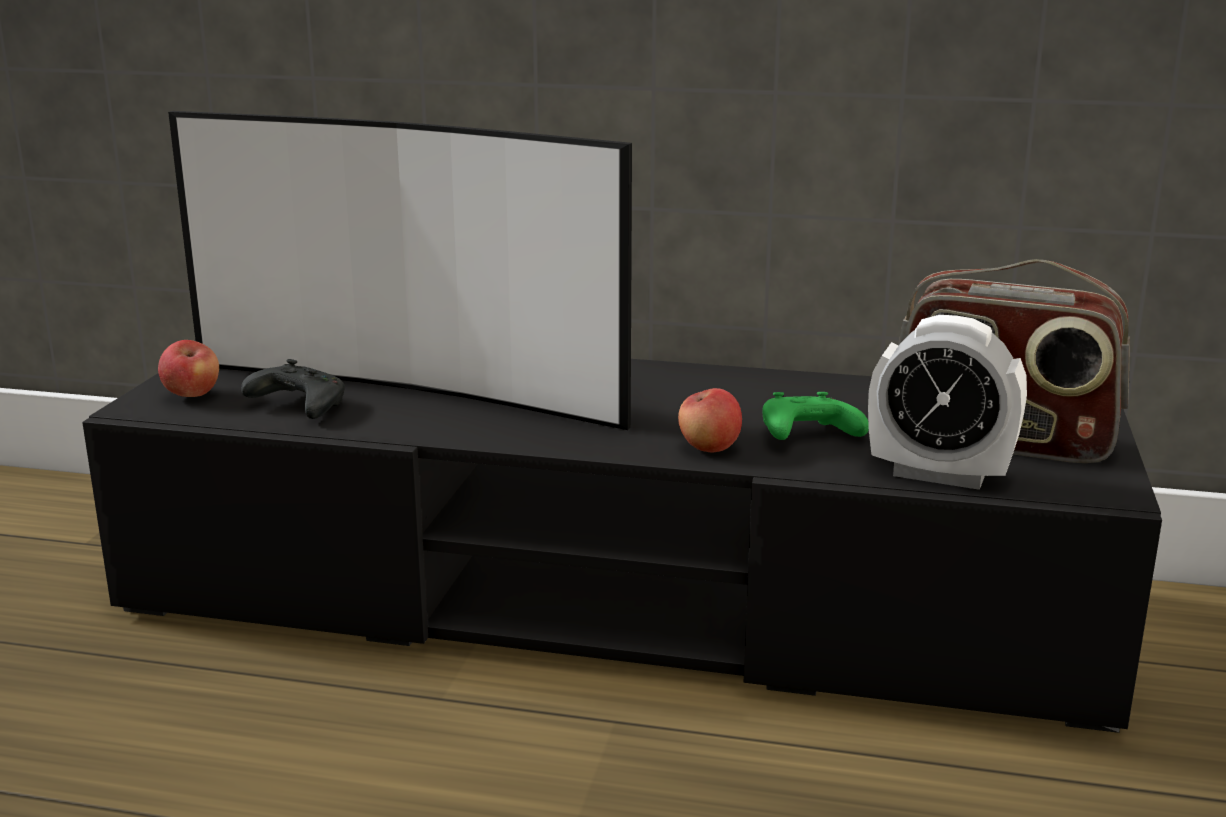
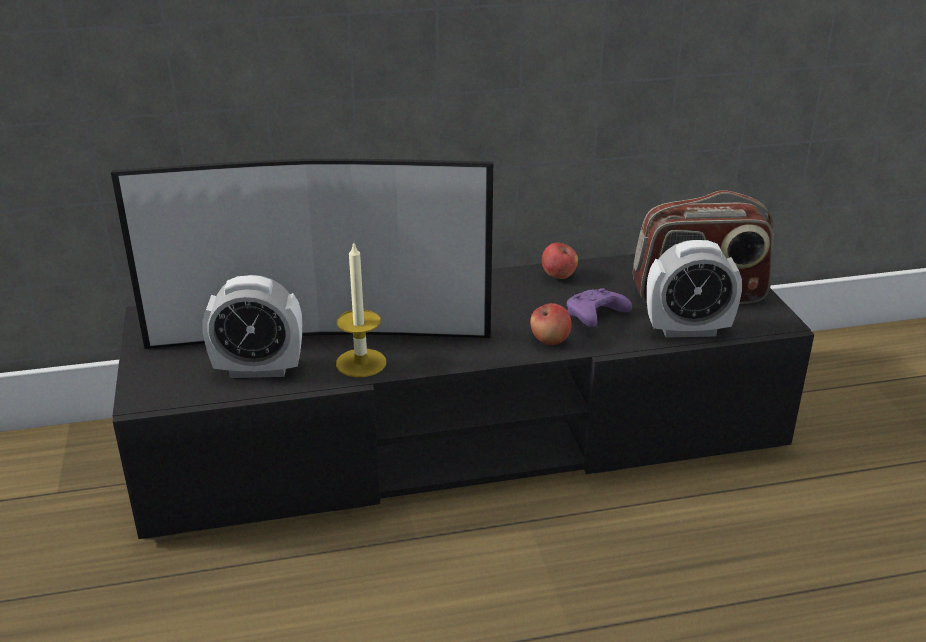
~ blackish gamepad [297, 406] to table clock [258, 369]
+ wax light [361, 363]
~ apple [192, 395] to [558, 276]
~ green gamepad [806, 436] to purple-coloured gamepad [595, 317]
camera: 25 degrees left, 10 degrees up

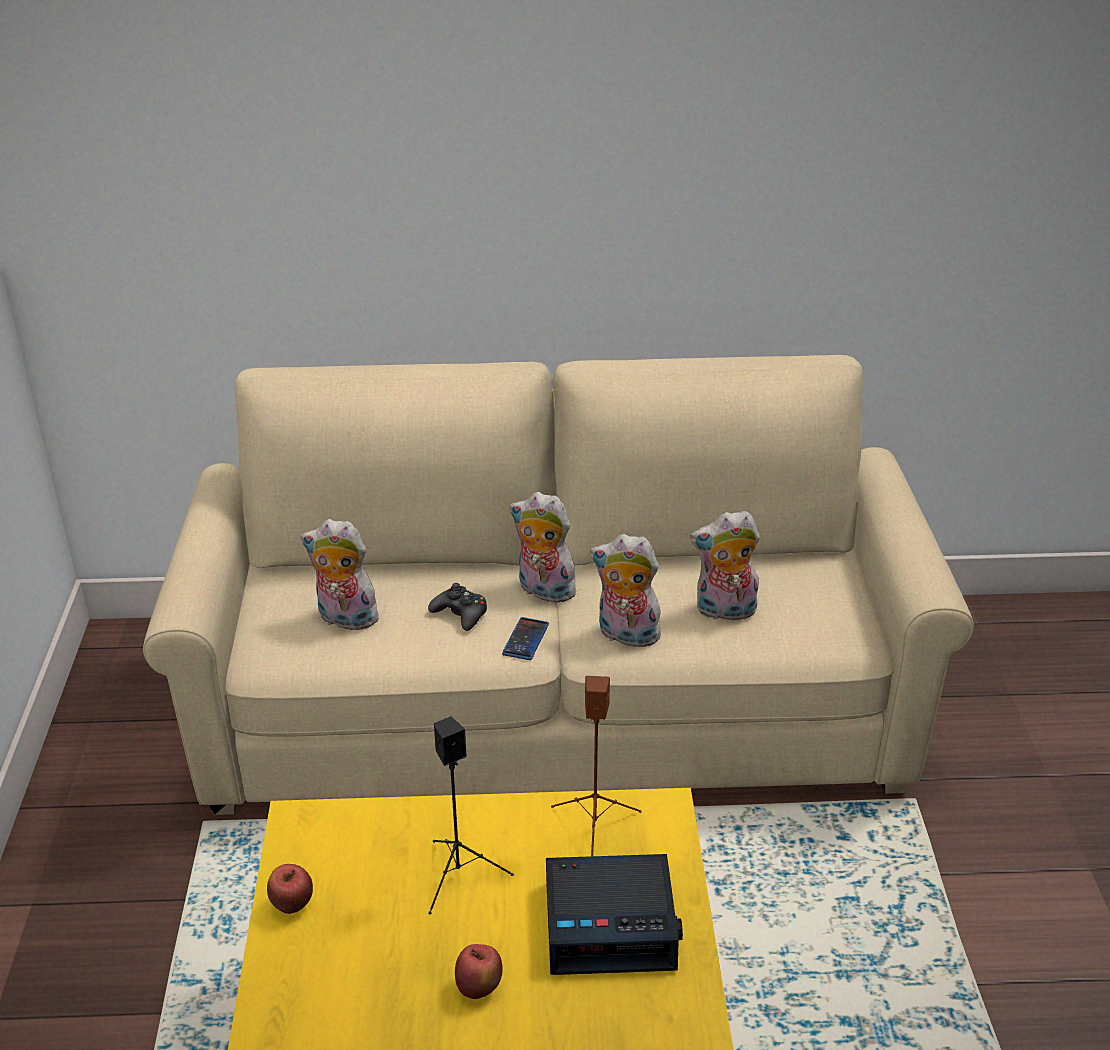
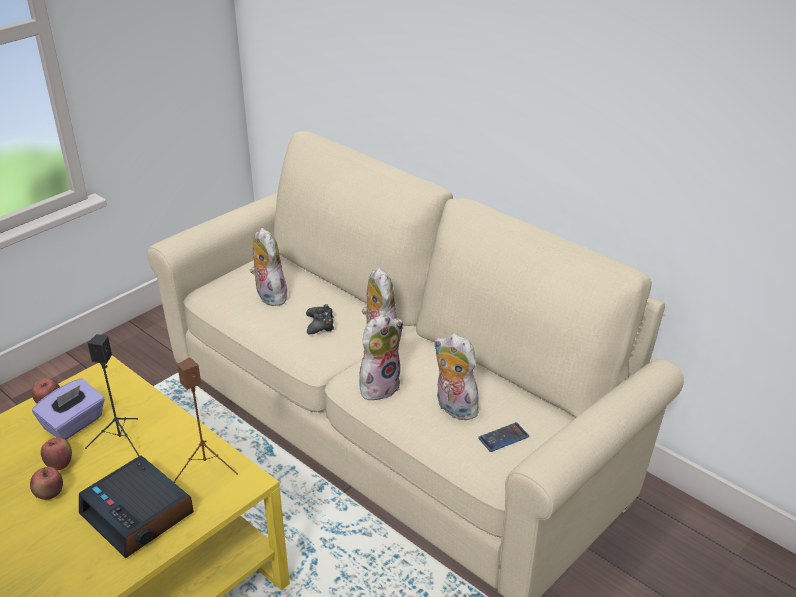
+ purple-coloured tissue box [74, 424]
+ apple [60, 465]
~ plush toy [625, 635] = [379, 386] 75 degrees clockwise
~ handset [525, 639] to [503, 437]
camera: 45 degrees right, 0 degrees up

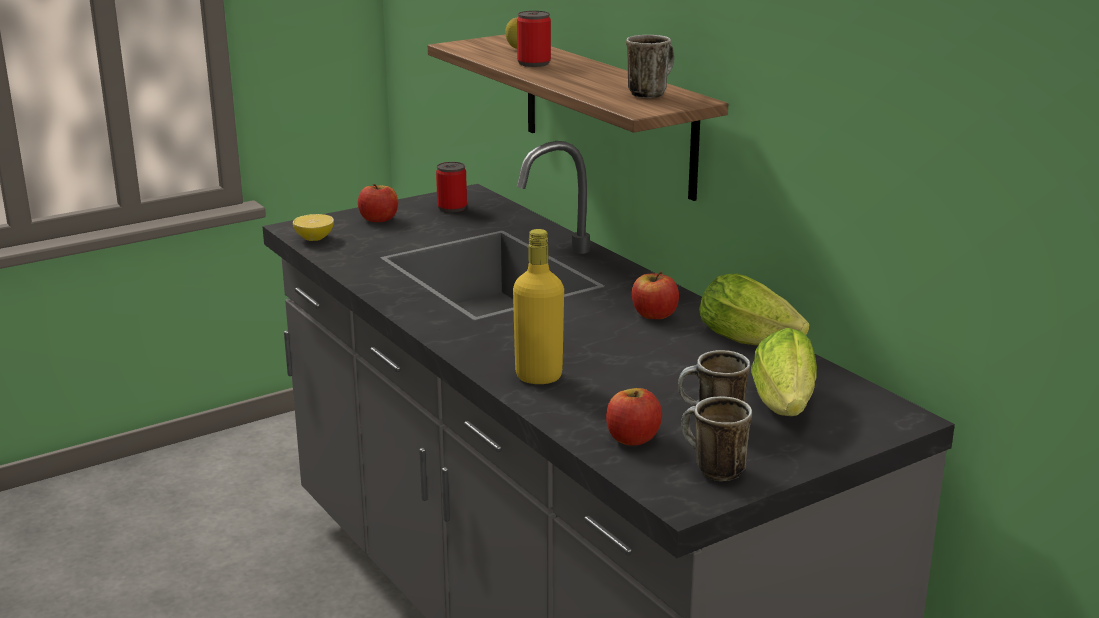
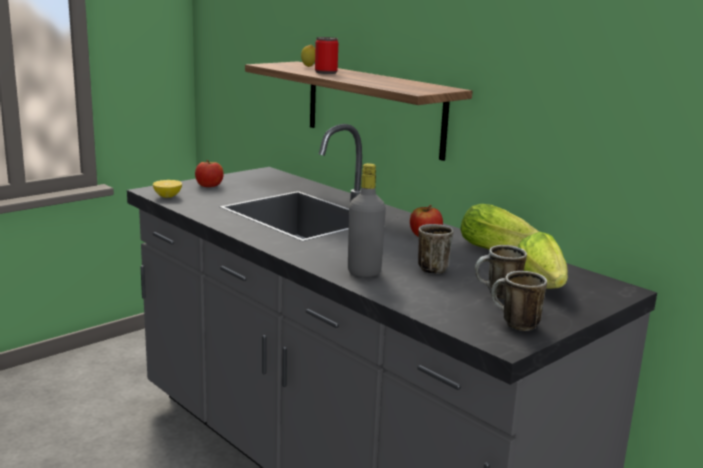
~ yellowish beverage bottle [538, 376] to gray beverage bottle [364, 272]
~ mug [650, 93] to [434, 268]
- metal can [452, 208]
- apple [632, 438]
camera: 10 degrees left, 5 degrees down

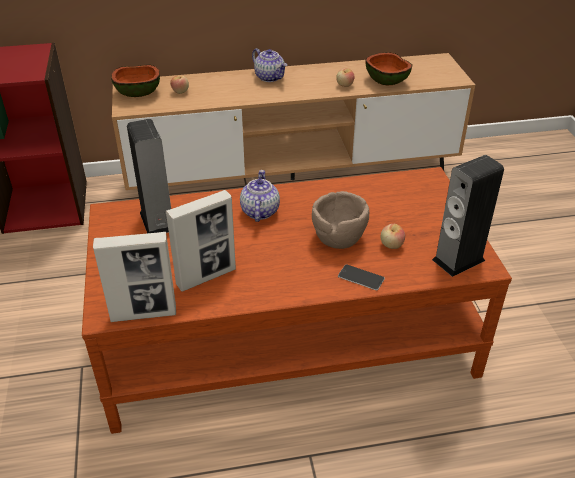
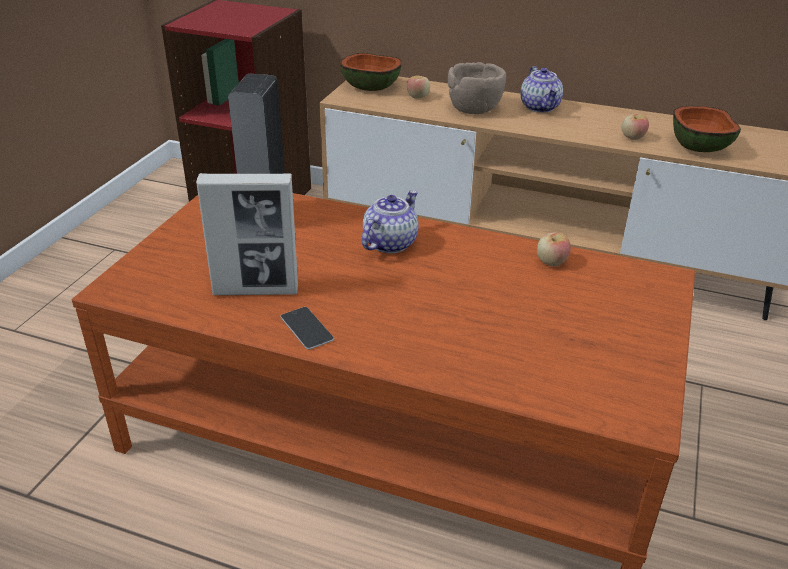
~ handset [361, 277] to [306, 328]
~ brown-coloured bowl [339, 237] to [474, 108]
~ apple [391, 245] to [551, 262]
- picture frame [144, 314]
- speaker [458, 260]
camera: 30 degrees right, 5 degrees down

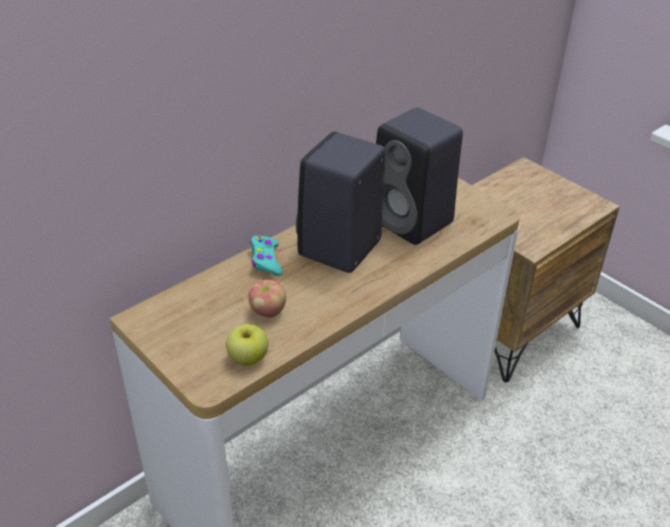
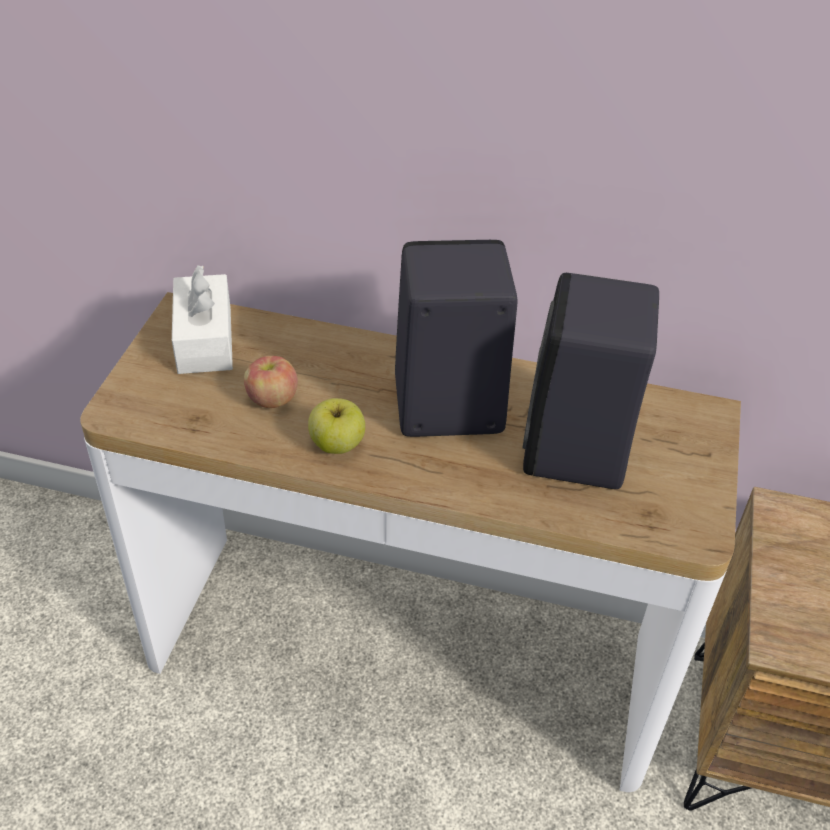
+ white-coloured tissue box [205, 340]
~ apple [248, 358] to [337, 444]
- turquoise-coloured gamepad [266, 260]
camera: 55 degrees right, 5 degrees up

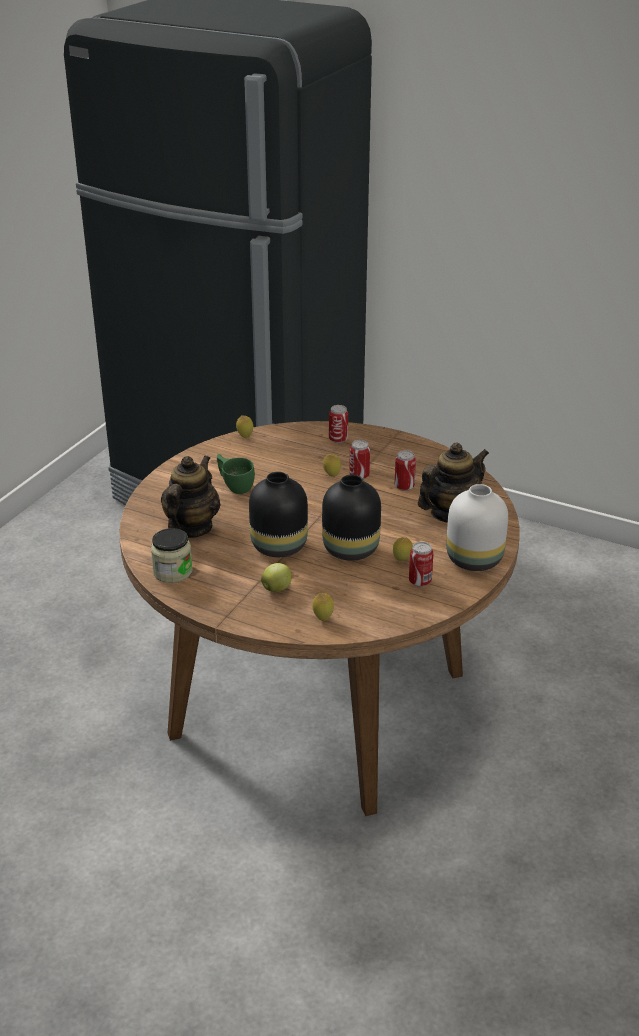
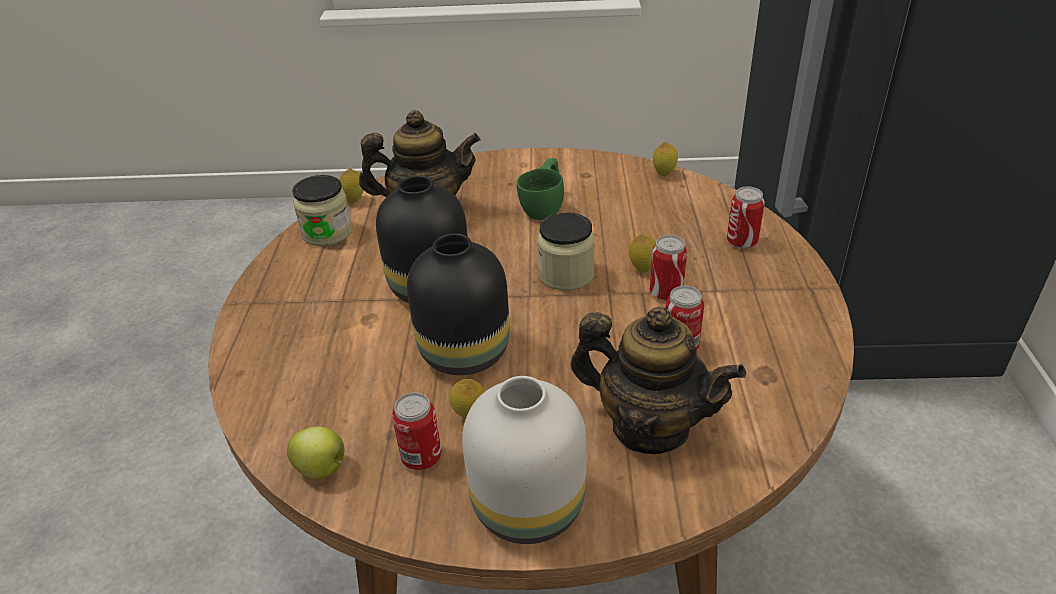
~ apple [277, 588] to [323, 469]
~ lemon [323, 618] to [354, 200]
+ jar [566, 275]
camera: 65 degrees right, 5 degrees up

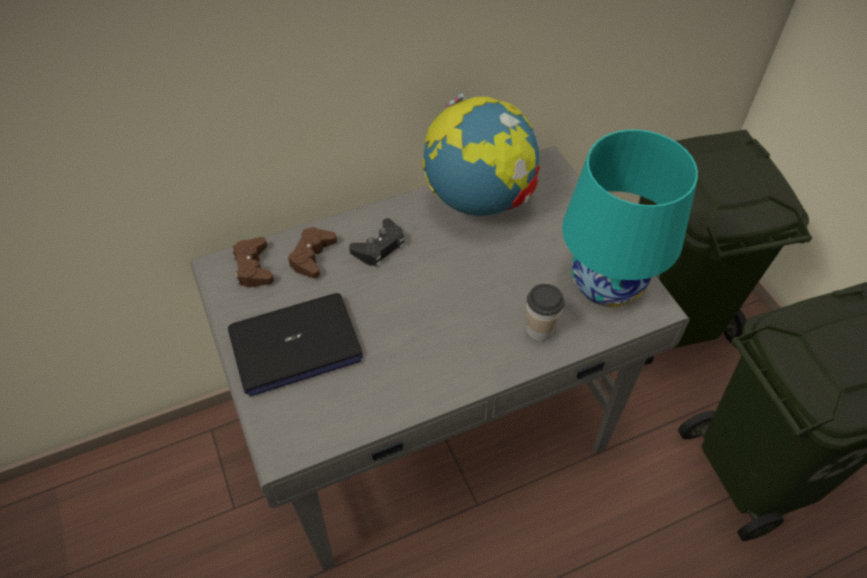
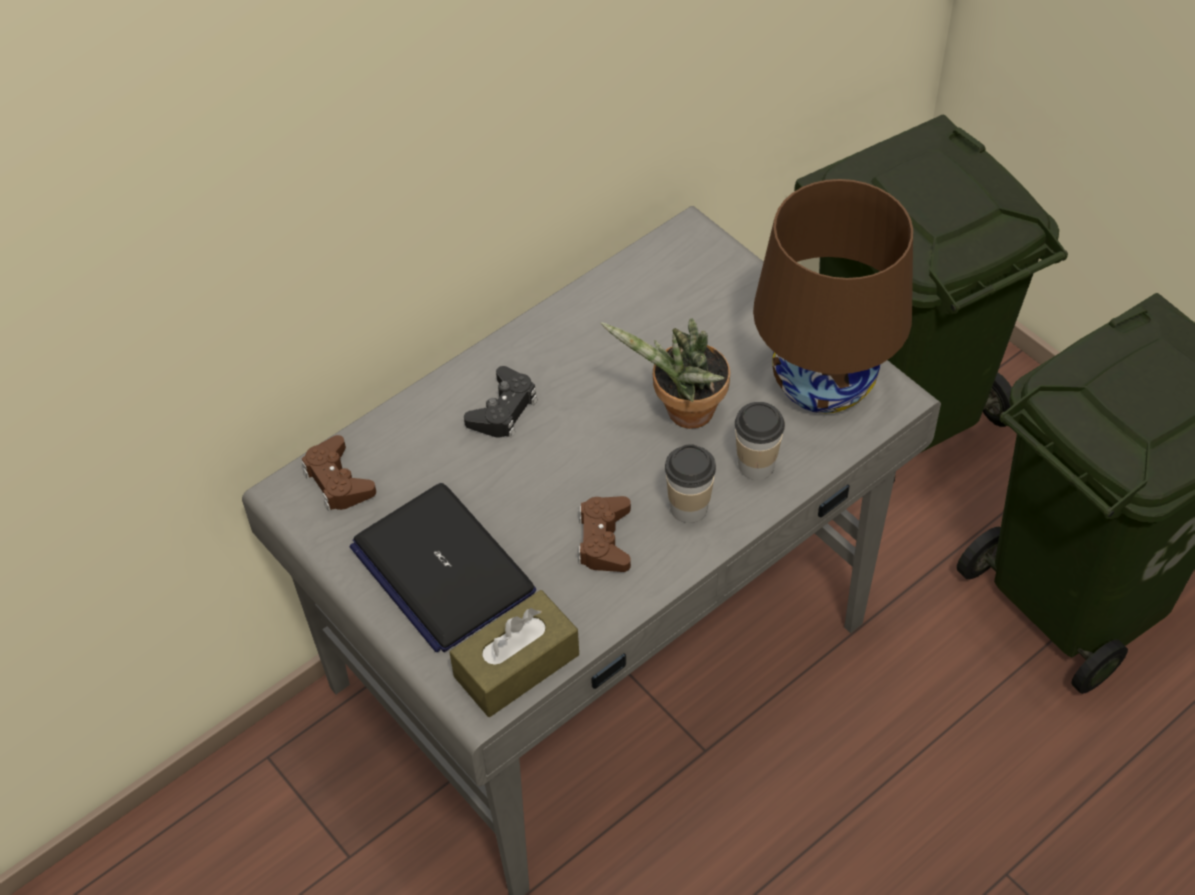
~ notebook computer [295, 345] = [441, 569] 90 degrees clockwise
+ brown-coloured tissue box [516, 665]
~ brown-coloured gamepad [312, 256] to [604, 540]
+ houseplant [683, 414]
+ small cup [688, 507]
~ turquoise-coloured lamp for a table [606, 283] to brown-coloured lamp for a table [822, 383]
- world globe [479, 199]
camera: 15 degrees left, 0 degrees up

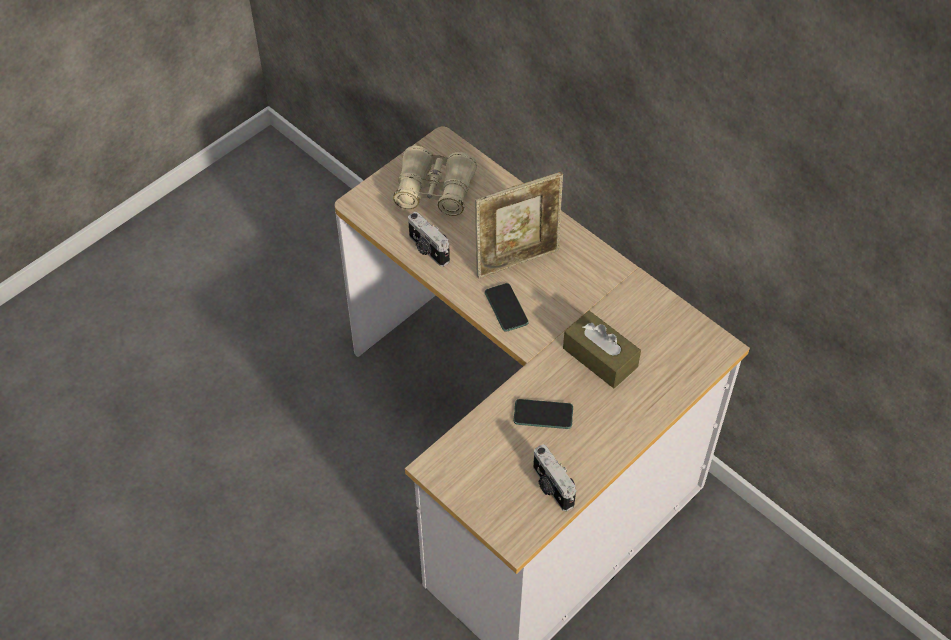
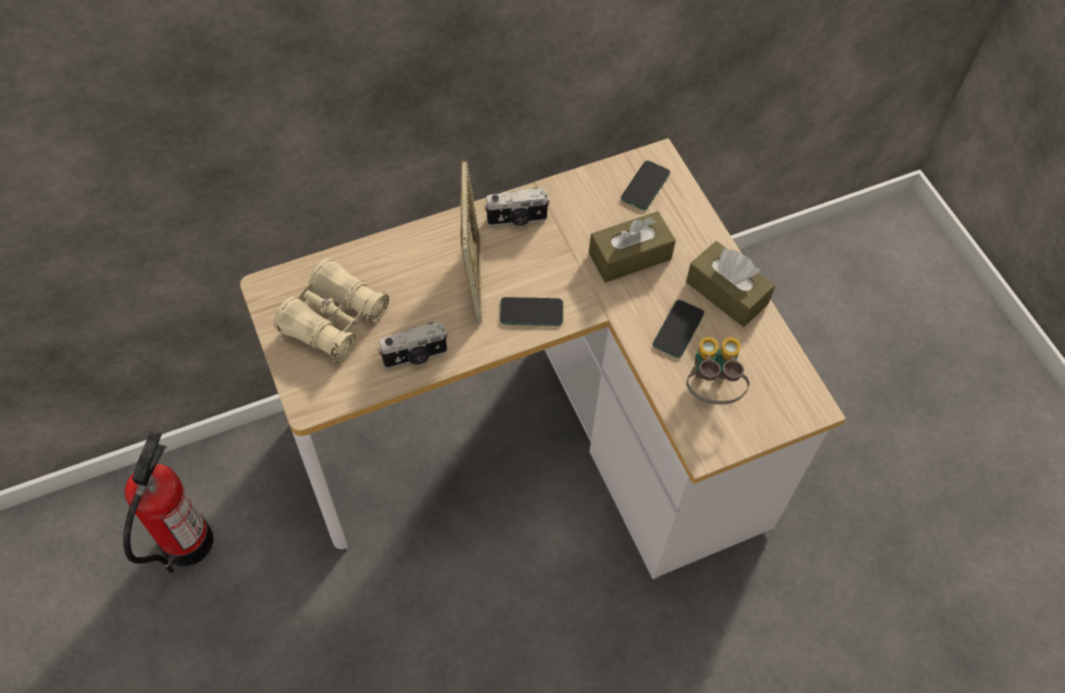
+ extinguisher [187, 542]
~ still camera [551, 487] to [517, 220]
+ handset [645, 186]
+ brown-coloured tissue box [727, 292]
+ pair of binoculars [711, 389]
camera: 70 degrees left, 5 degrees up

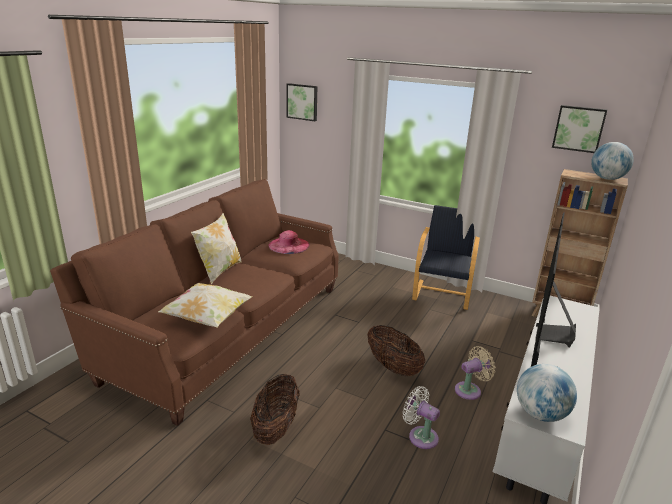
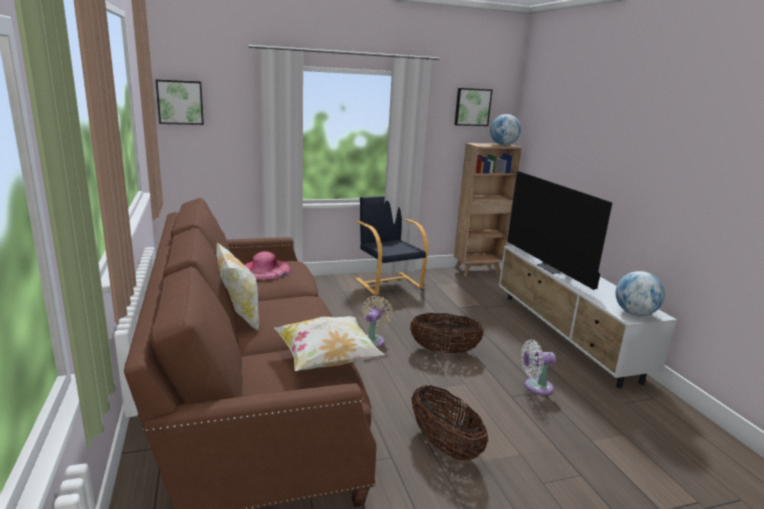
~ beige fan [470, 390] to [373, 340]
camera: 45 degrees left, 5 degrees down

